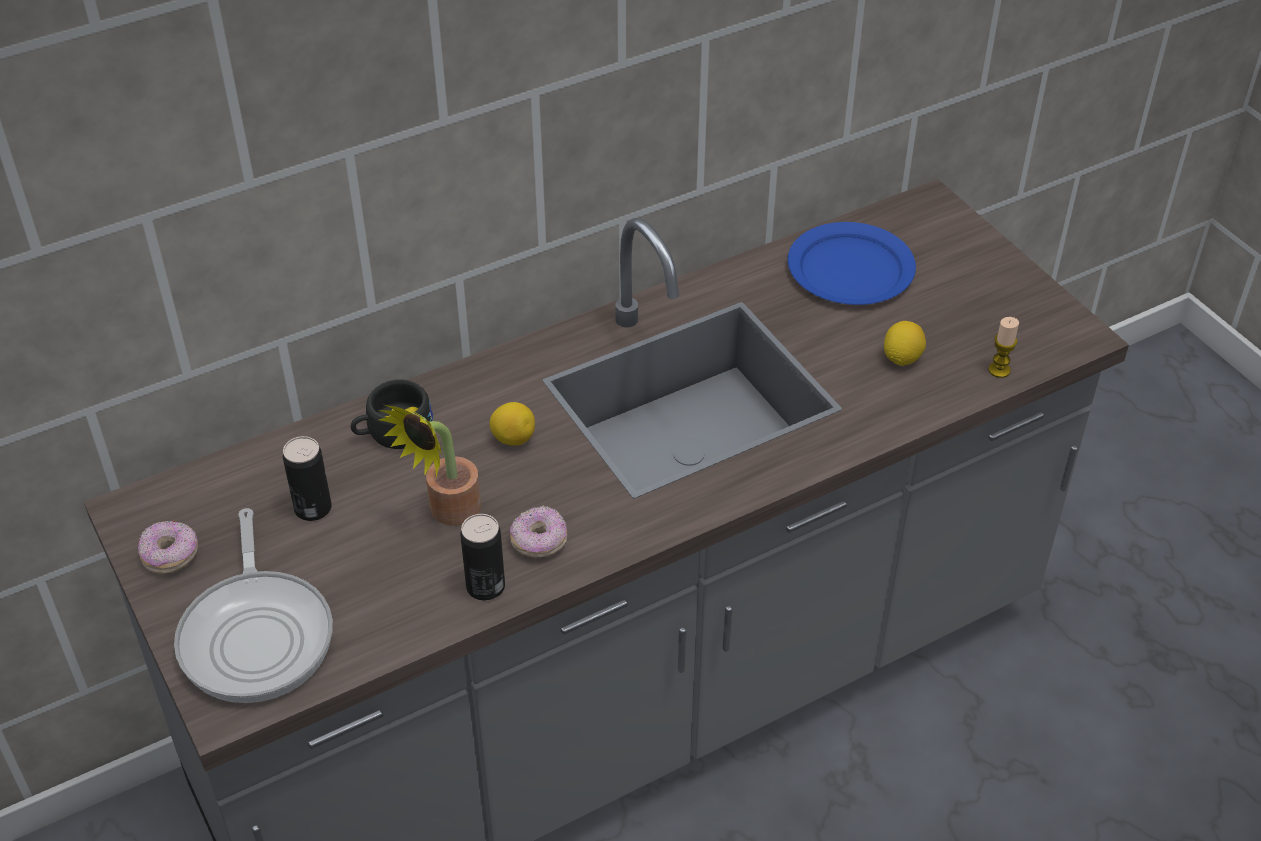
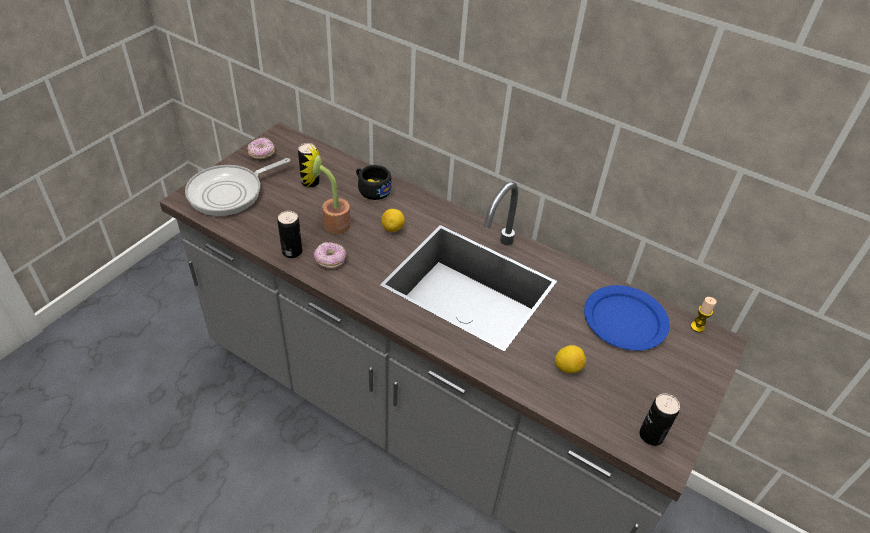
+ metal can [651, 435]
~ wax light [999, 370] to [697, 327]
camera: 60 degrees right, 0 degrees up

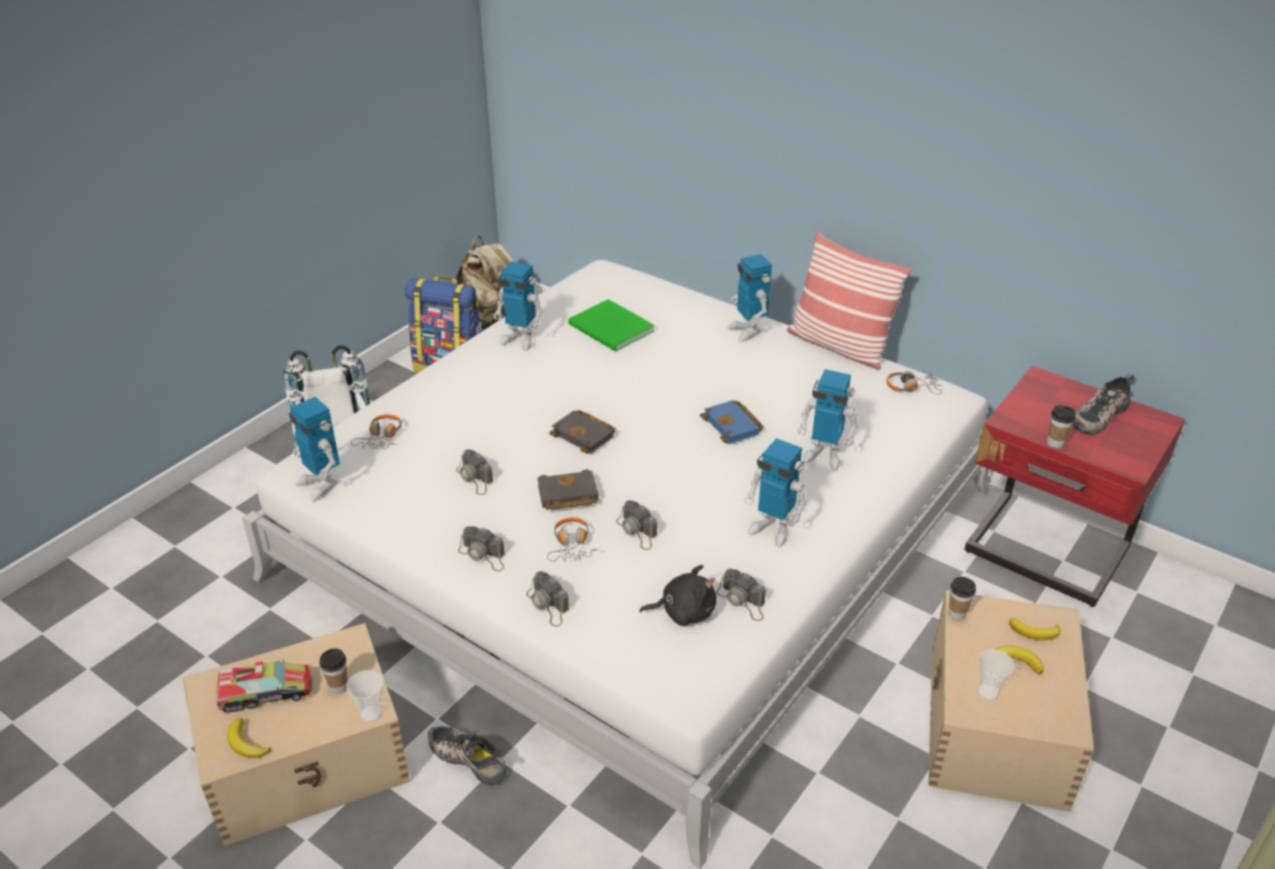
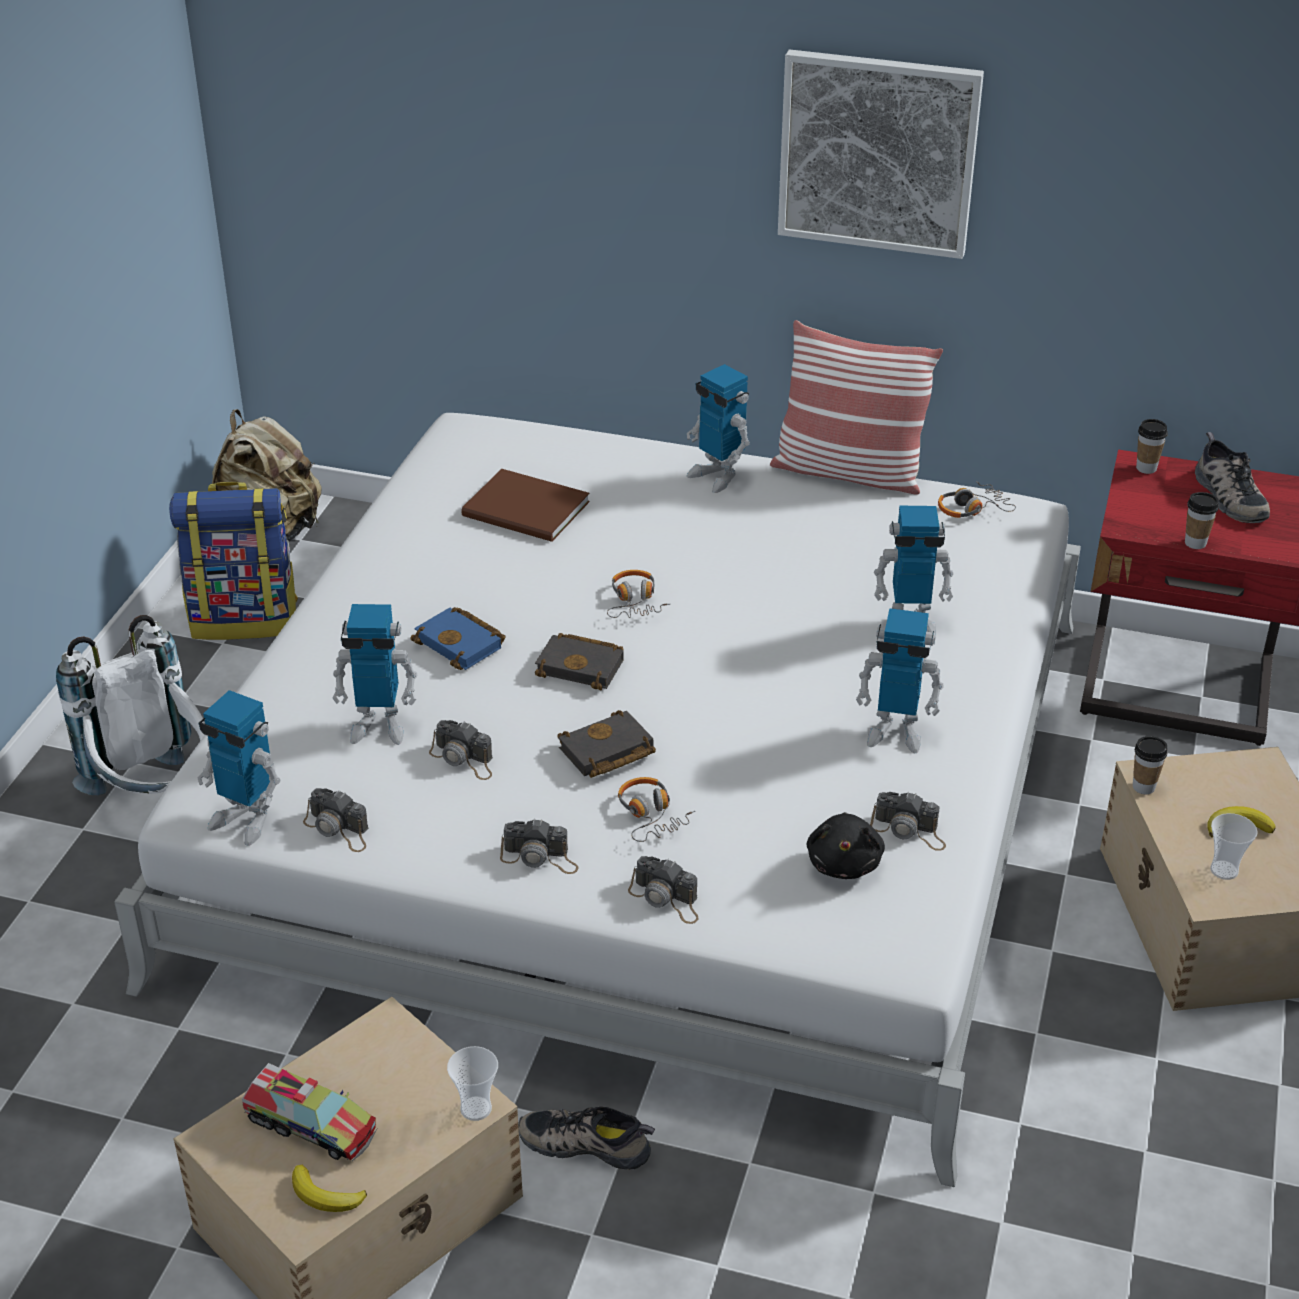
~ toy truck [266, 693] = [311, 1125] 60 degrees clockwise
~ still camera [637, 531] to [338, 829]
~ robot figure [520, 339] to [379, 726]
~ bluish book [734, 426] to [462, 644]
~ green book [611, 329] to brown-coloured book [527, 511]
~ headset [381, 437] to [634, 602]
+ wall picture [878, 153]
~ blackish plush toy [684, 611] = [844, 862] 120 degrees clockwise
~ small cup [339, 687] to [1146, 468]
~ low shoe [1099, 414] = [1227, 496] 45 degrees counterclockwise
- whole banana [1035, 632]
camera: 20 degrees left, 0 degrees up

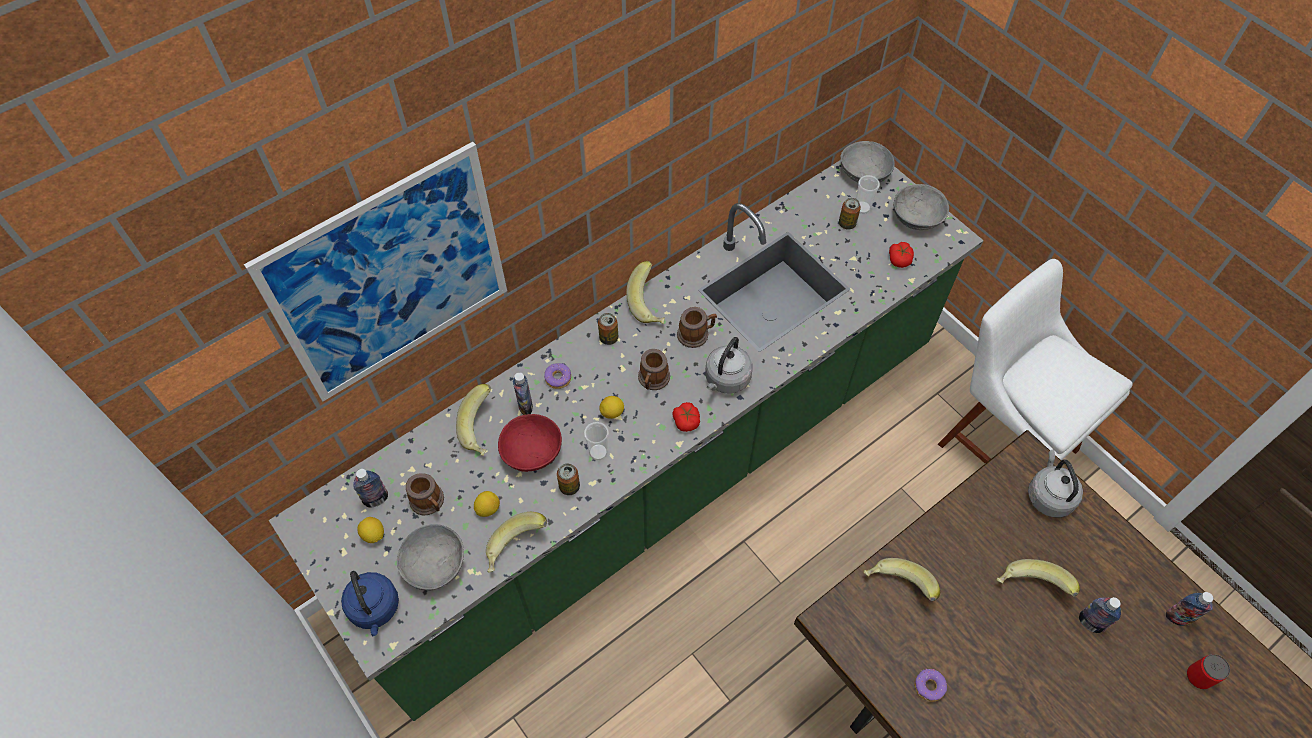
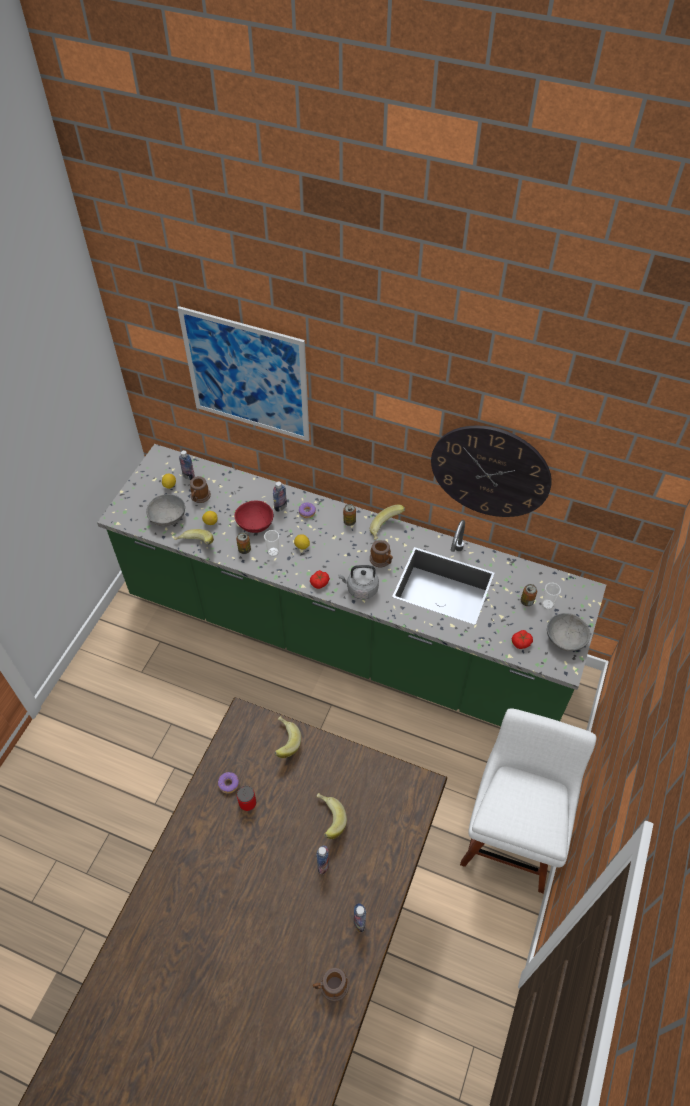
~ metal can [1198, 677] to [247, 803]
~ mug [652, 380] to [331, 986]
+ clock on the wall [490, 471]
- bluish kettle [375, 609]
- whole banana [482, 429]
- gray bowl [864, 173]
- gray kettle [1048, 495]
camera: 60 degrees right, 5 degrees down

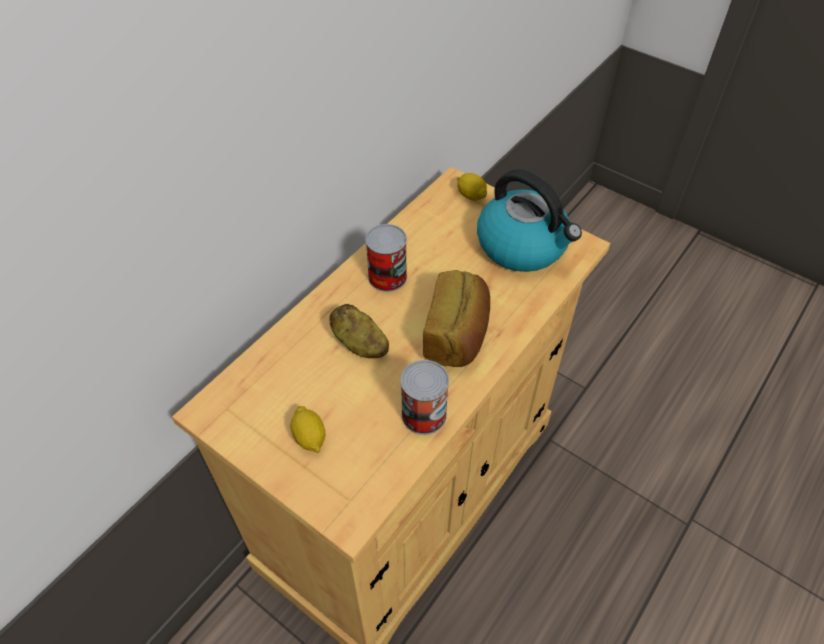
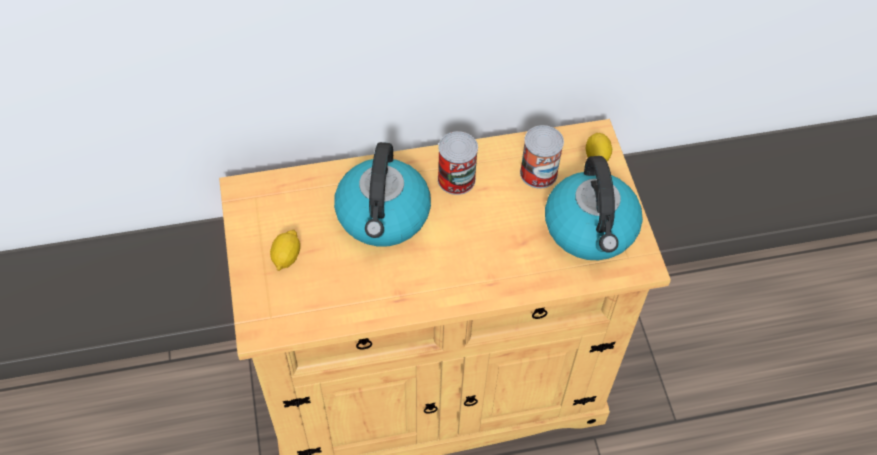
~ potato [359, 344] to kettle [383, 216]
~ metal can [424, 414] to [538, 173]
- bread [457, 334]
camera: 40 degrees right, 5 degrees up

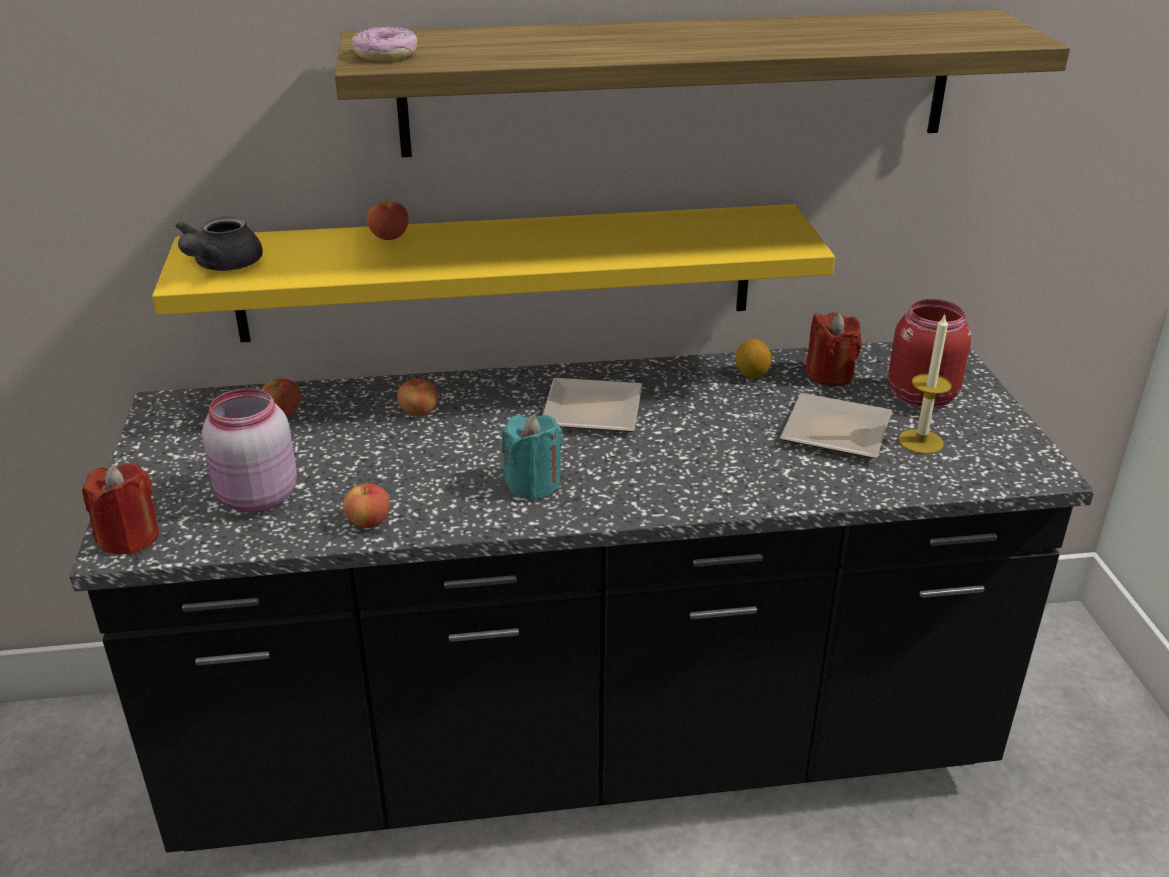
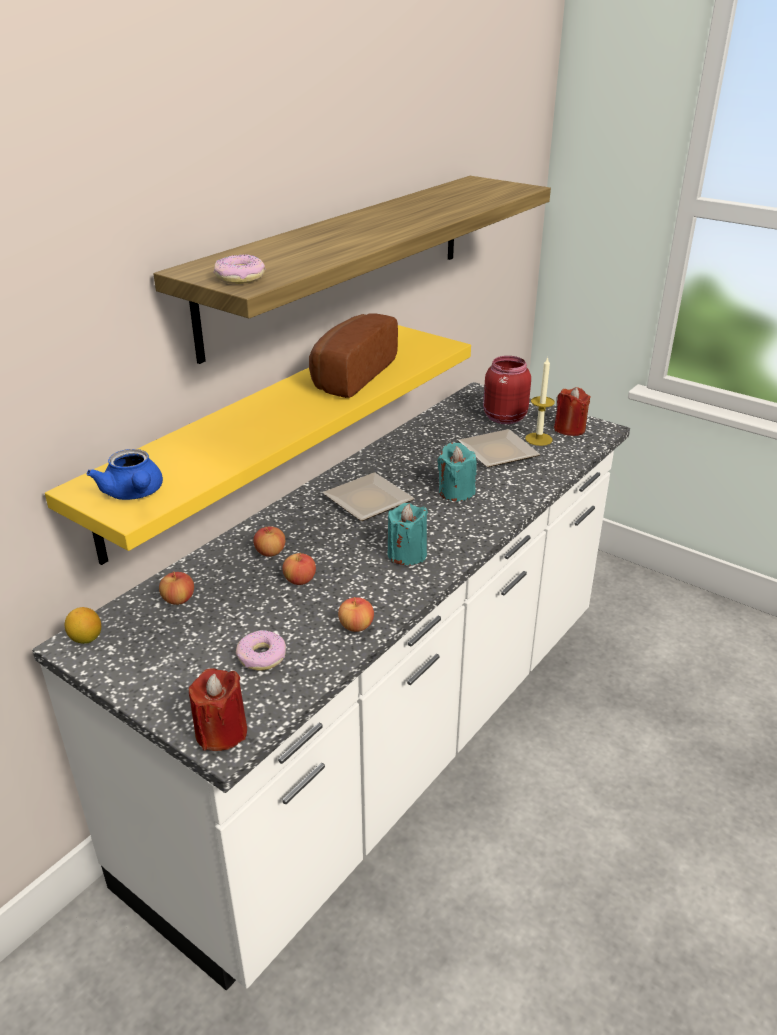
~ blackish kitchen counter [584, 747] to white-coloured kitchen counter [388, 740]
~ lemon [751, 375] to [86, 639]
~ gray pot for tea [221, 266] to bluish pot for tea [134, 494]
~ pink jar [255, 498] to doughnut [261, 657]
~ apple [389, 236] to [300, 580]
+ bread [349, 375]
+ turquoise-coloured wax light [456, 492]
~ red wax light [829, 374] to [569, 429]
camera: 45 degrees left, 0 degrees up

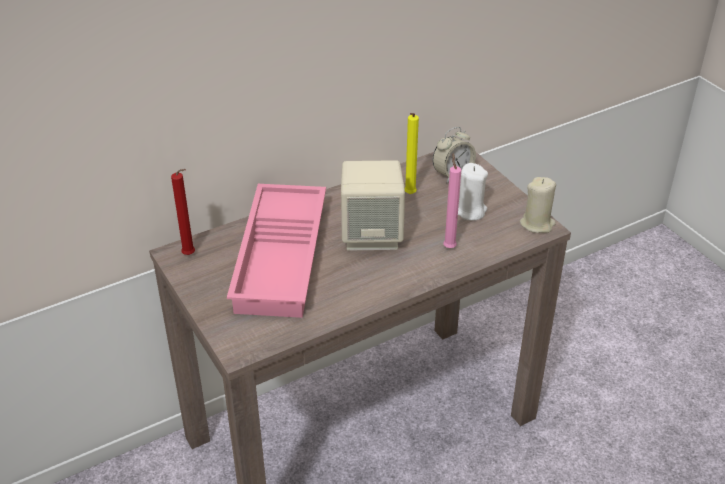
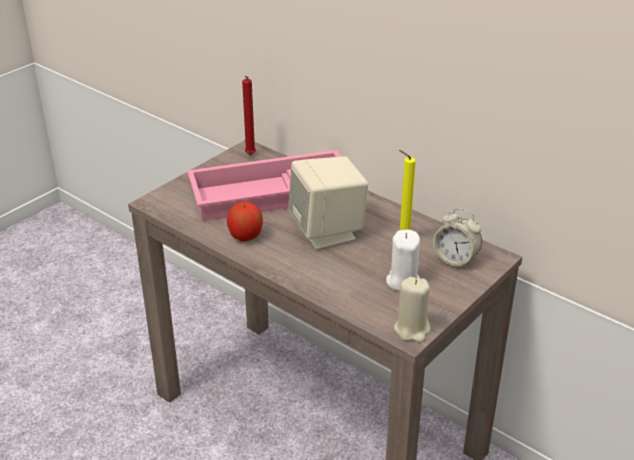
+ apple [245, 236]
- pink wax light [449, 246]
camera: 70 degrees right, 5 degrees down

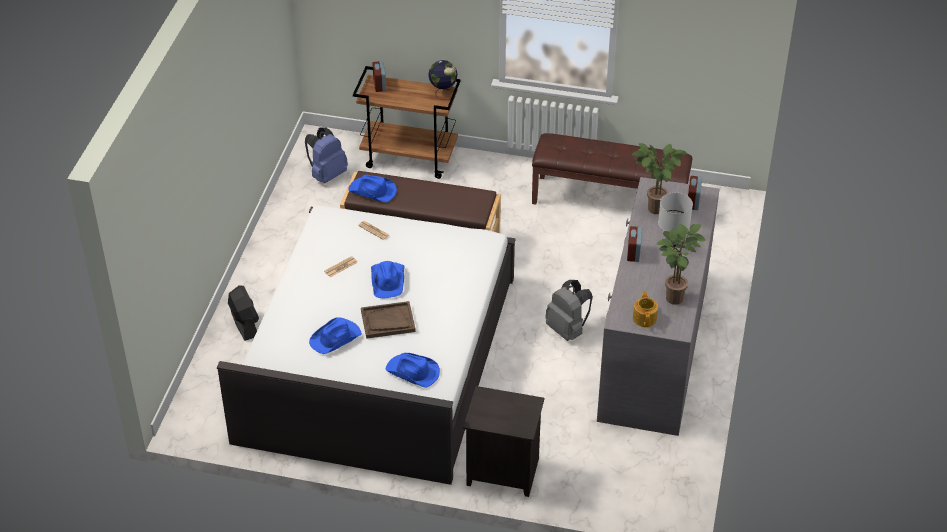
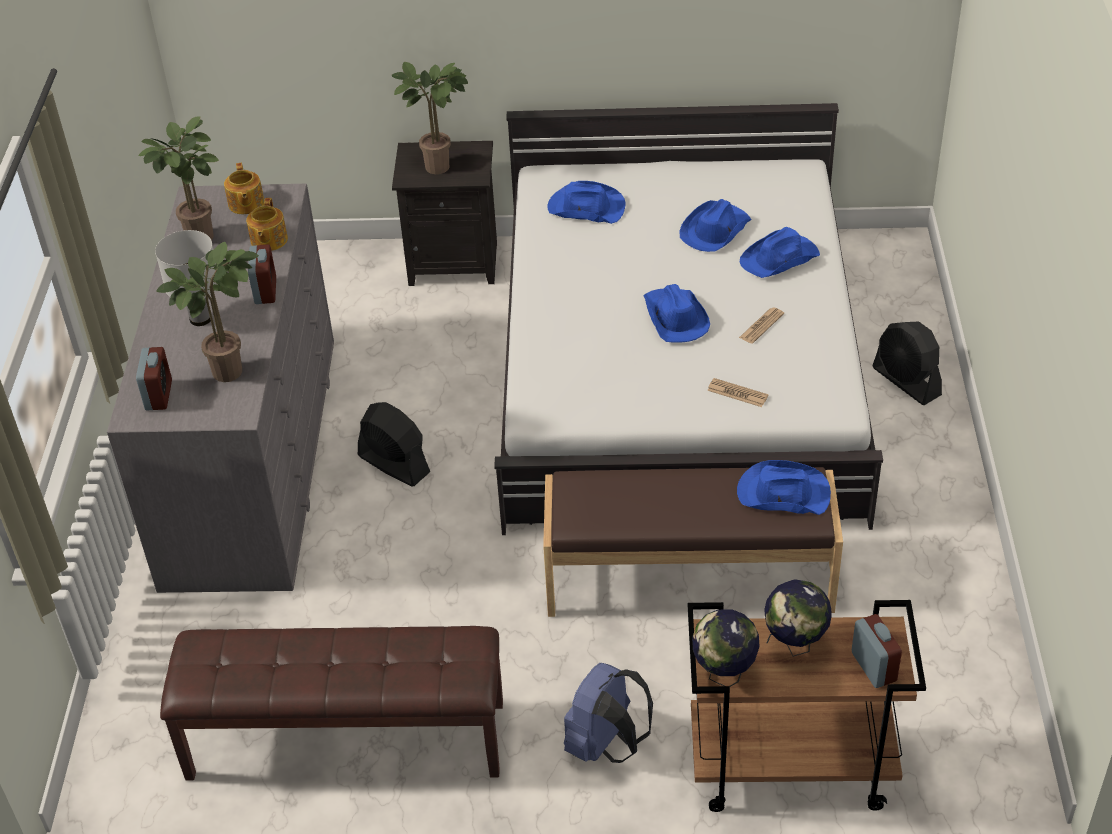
+ pot for tea [268, 240]
~ gray backpack [568, 329] to blackish fan [393, 464]
+ houseplant [442, 166]
~ bluish backpack [327, 174] to [606, 744]
+ bluish hat [780, 258]
+ world globe [795, 645]
- brown-coloured serving tray [387, 321]
camera: 170 degrees right, 0 degrees up

